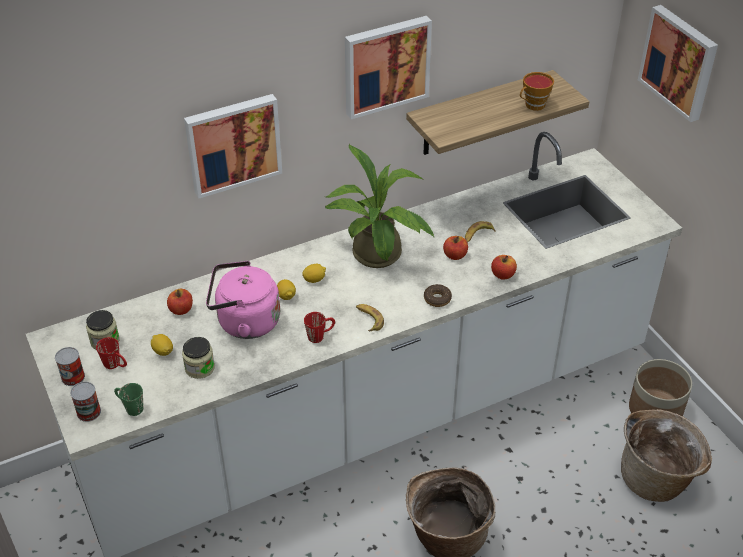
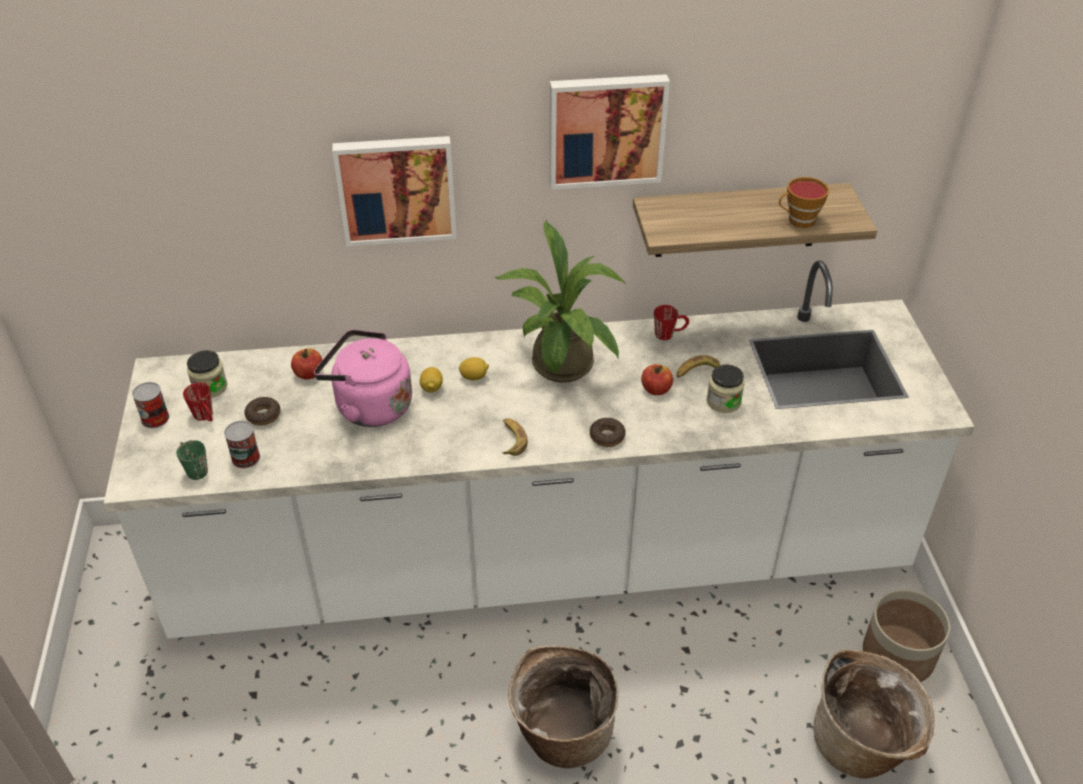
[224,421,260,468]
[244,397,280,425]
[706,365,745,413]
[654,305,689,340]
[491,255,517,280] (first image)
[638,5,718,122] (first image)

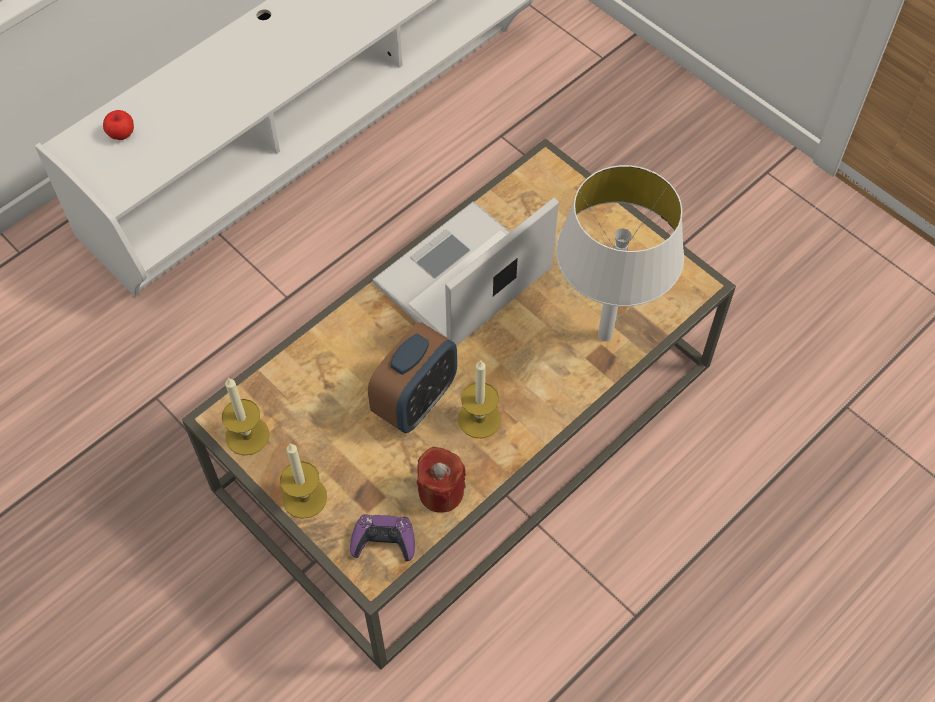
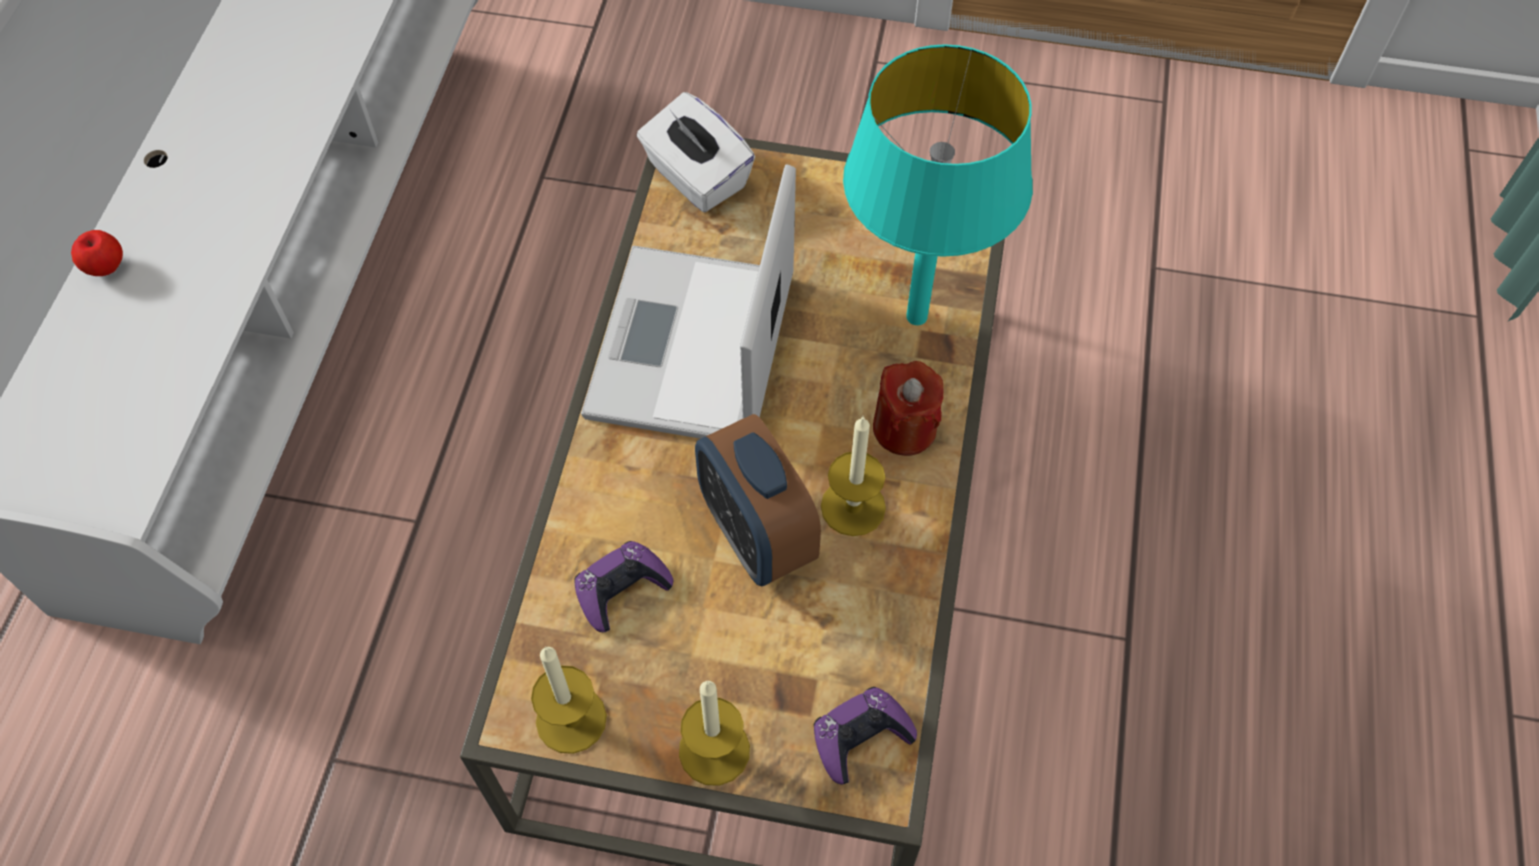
[71,230,123,276]
[695,414,821,586]
[873,361,944,456]
[843,44,1033,325]
[574,541,673,632]
[637,92,755,212]

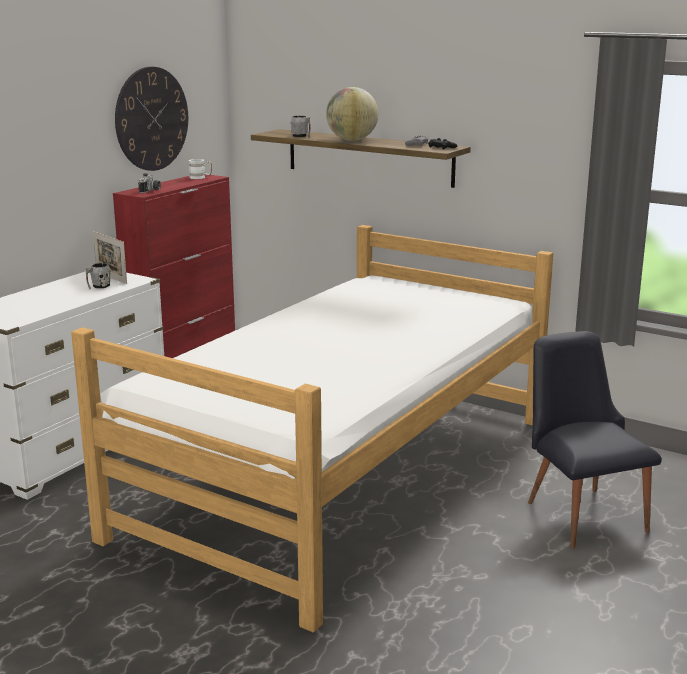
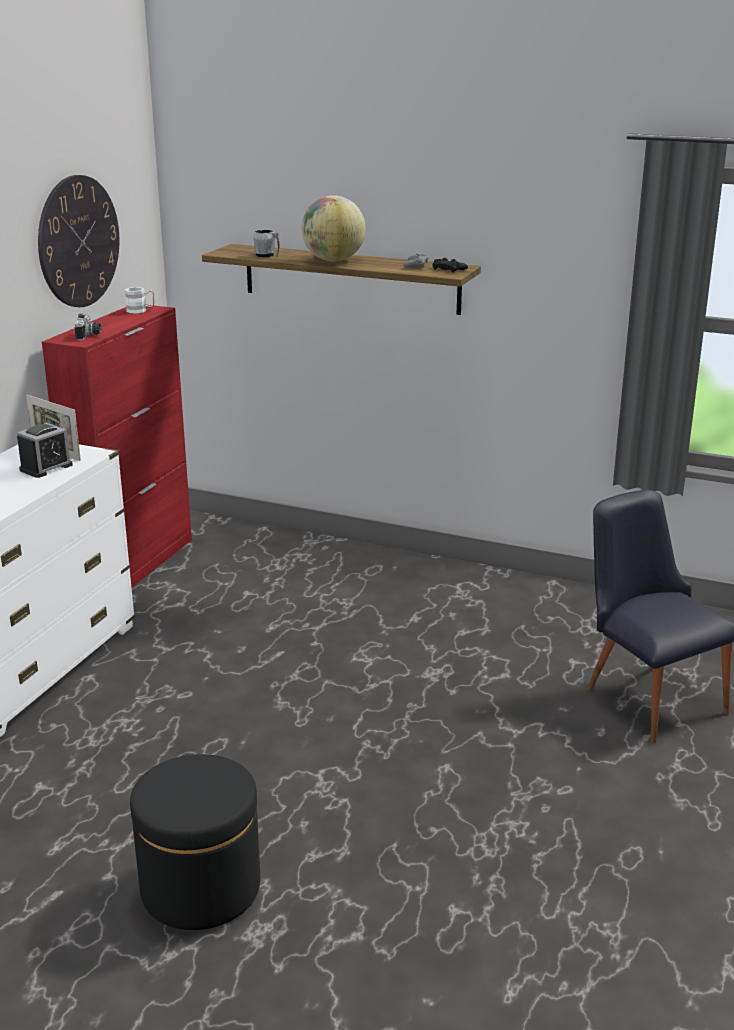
[71,225,553,633] (first image)
[17,423,73,478]
[130,754,260,930]

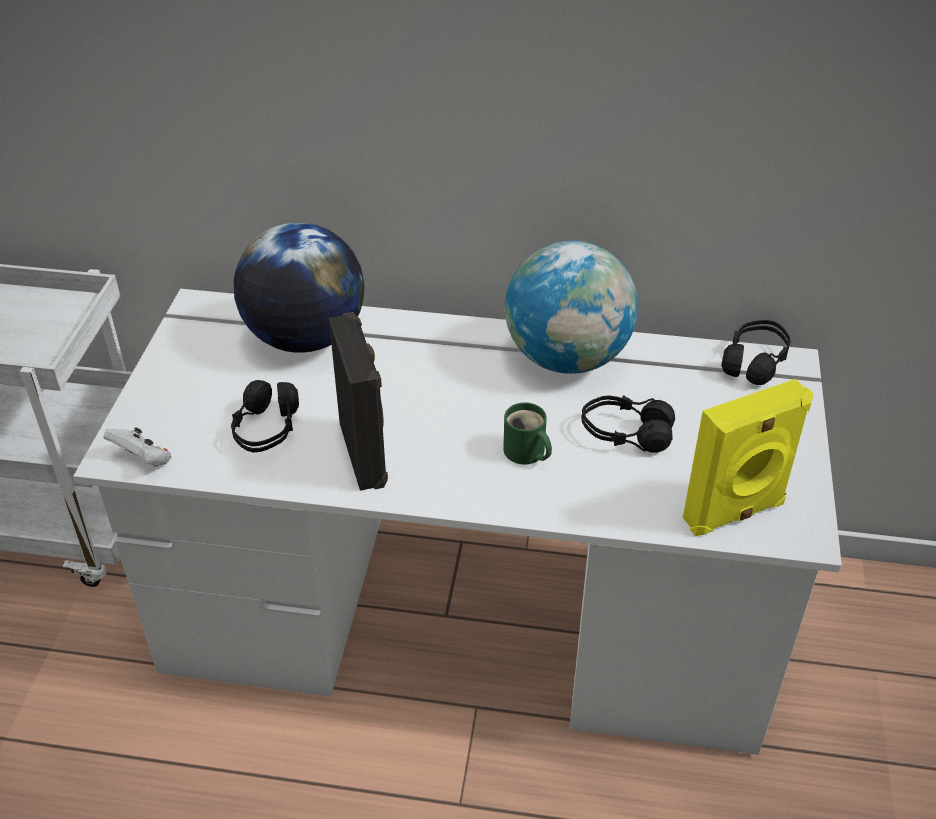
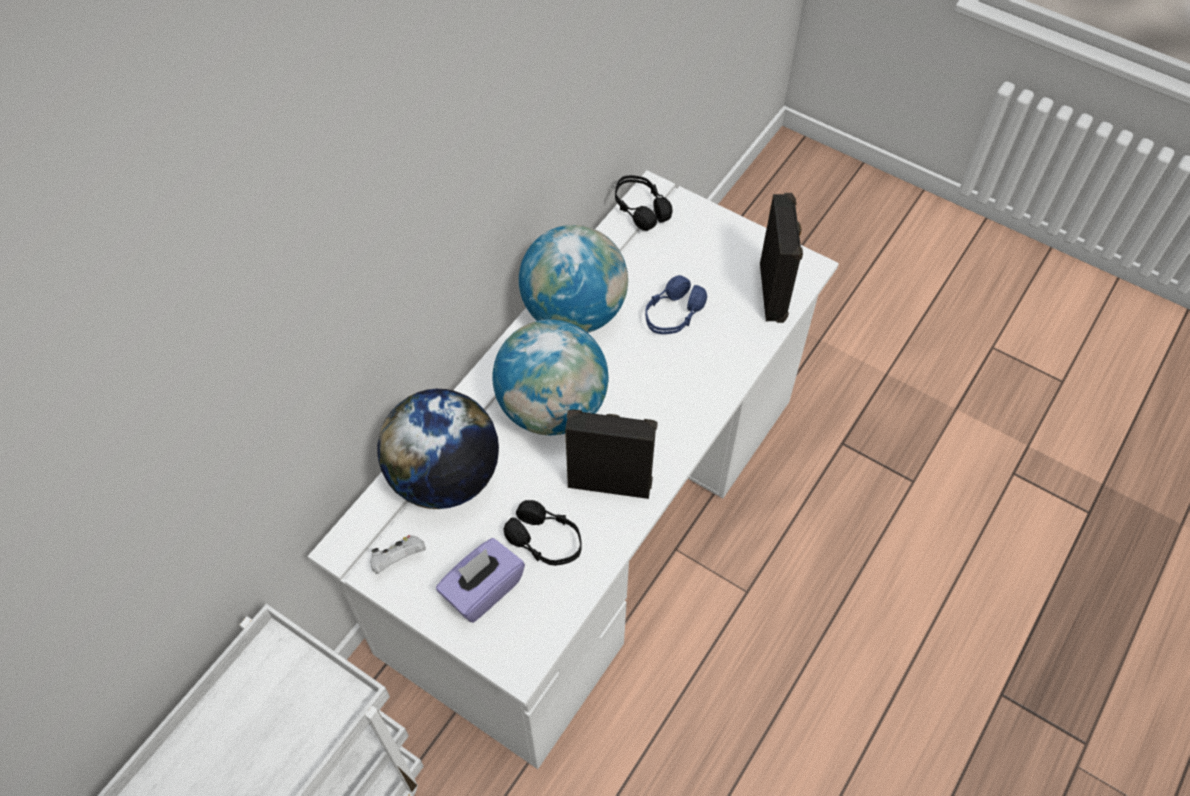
[370,535,426,574]
[503,402,552,464] (first image)
[645,275,707,334]
[760,193,803,323]
[436,538,525,623]
[493,319,609,435]

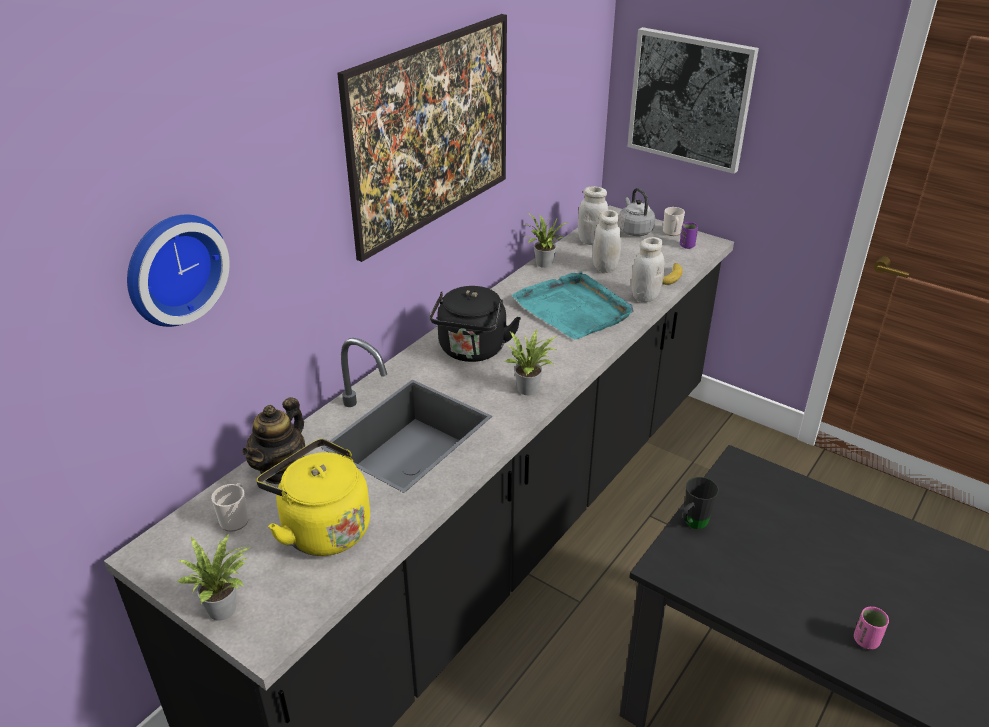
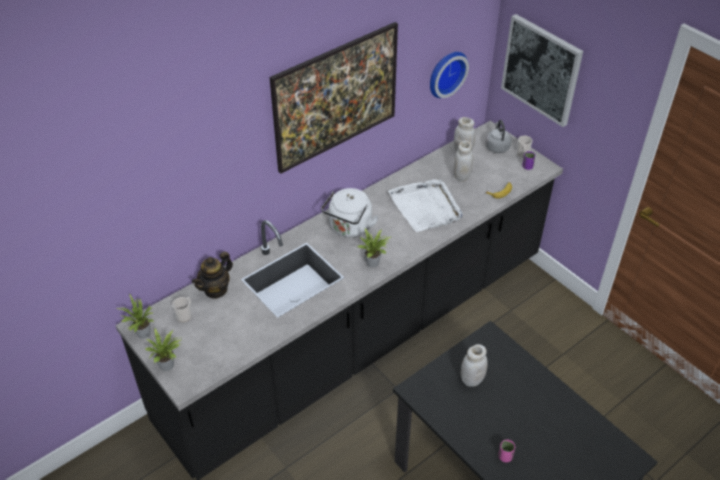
[430,52,469,98]
[256,439,370,556] (first image)
[321,188,379,237]
[388,179,462,232]
[116,294,154,339]
[461,344,488,387]
[683,477,719,529] (first image)

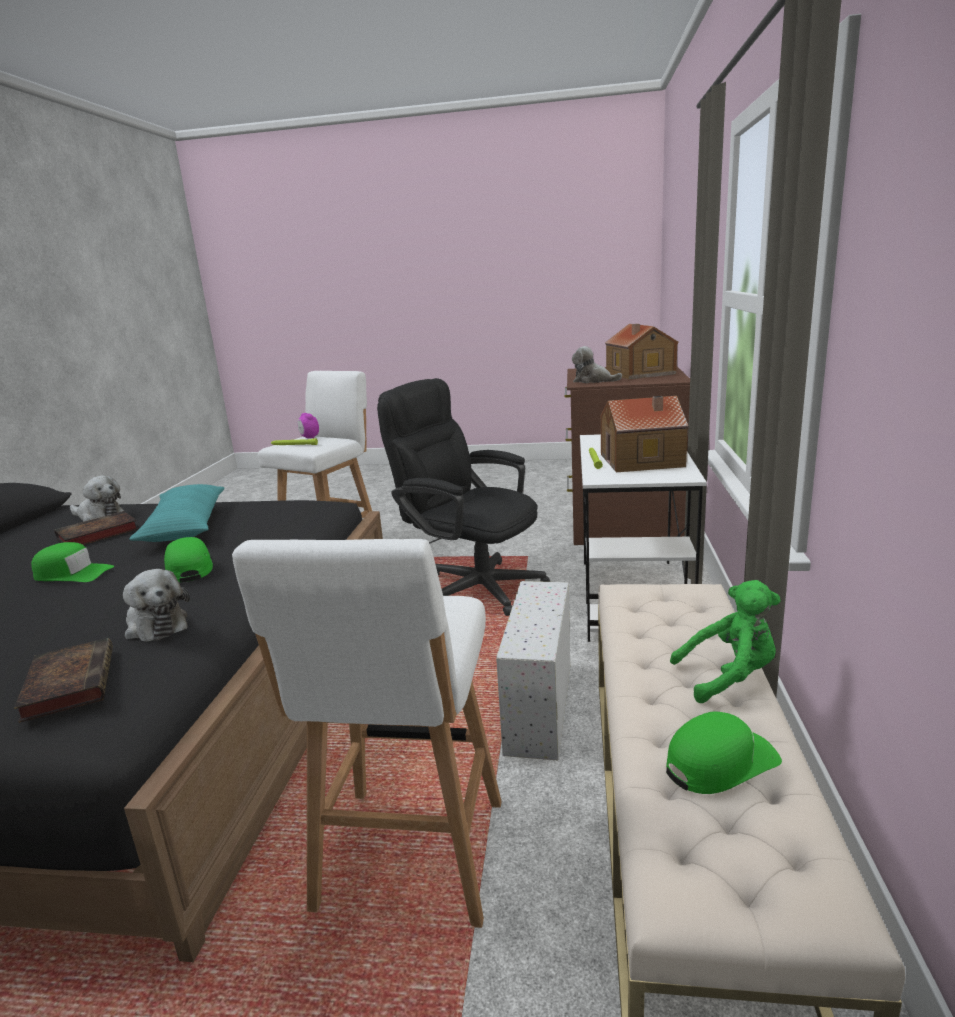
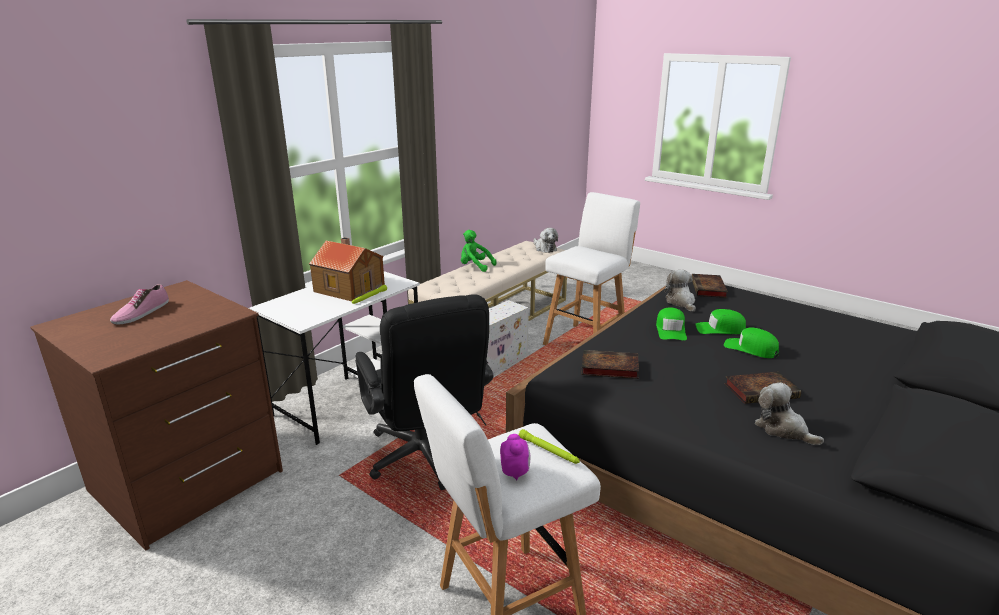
[130,484,225,542] (first image)
[534,228,558,253]
[110,284,169,325]
[695,309,746,334]
[581,350,639,379]

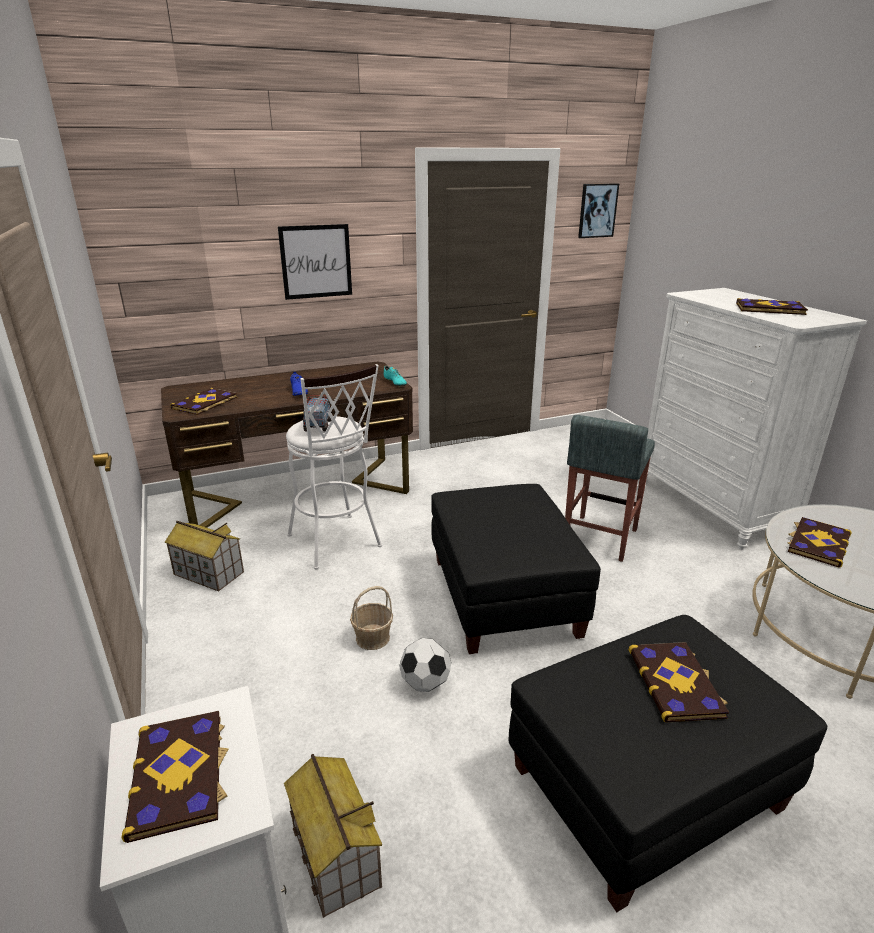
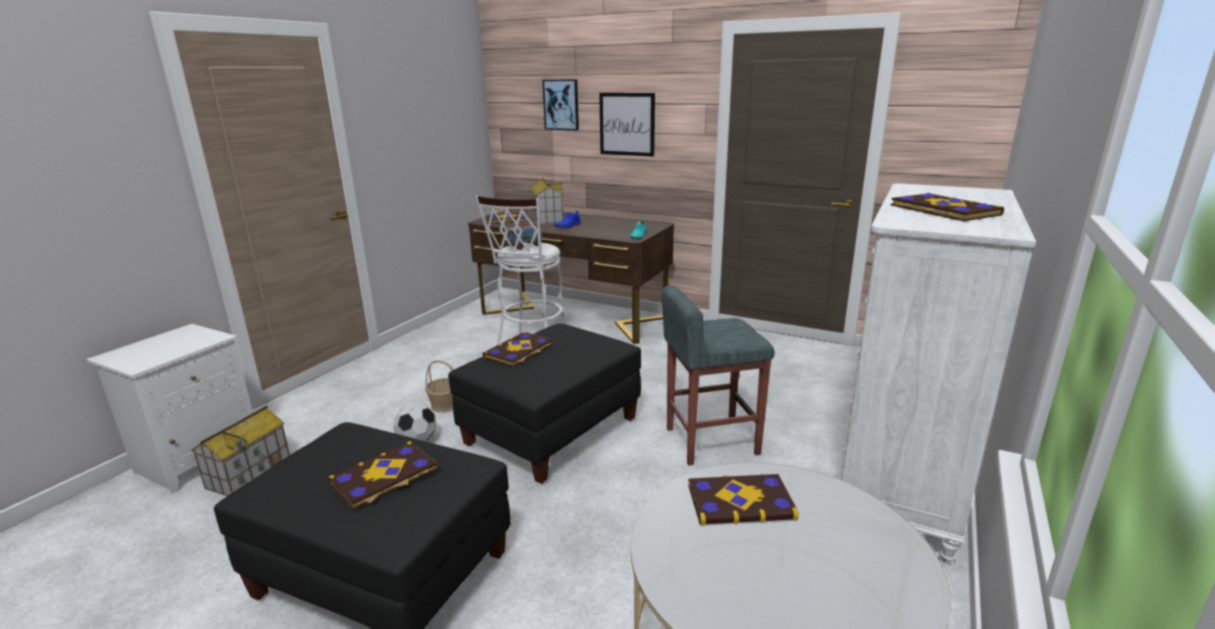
[482,332,553,367]
[530,178,563,224]
[542,79,579,130]

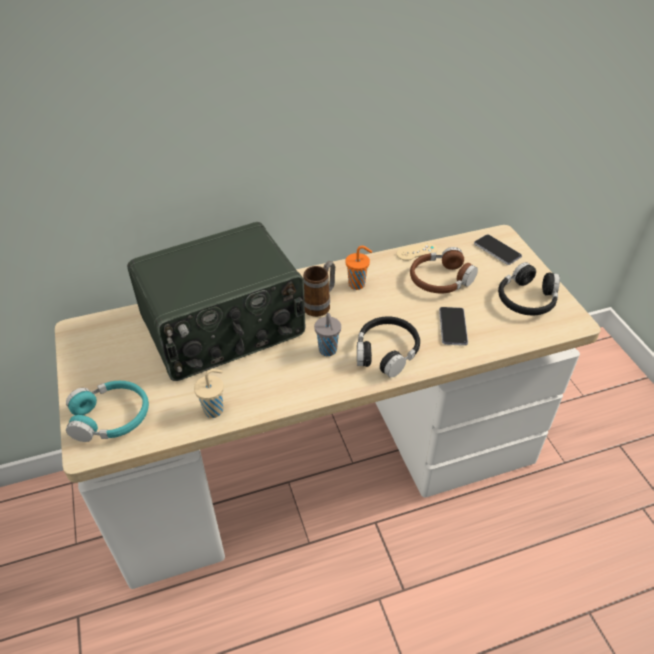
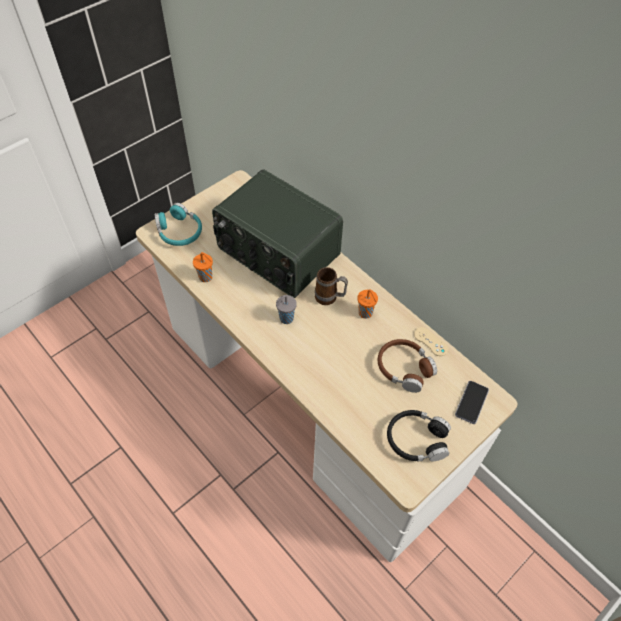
[193,252,213,282]
[357,316,420,378] (first image)
[439,307,468,346] (first image)

